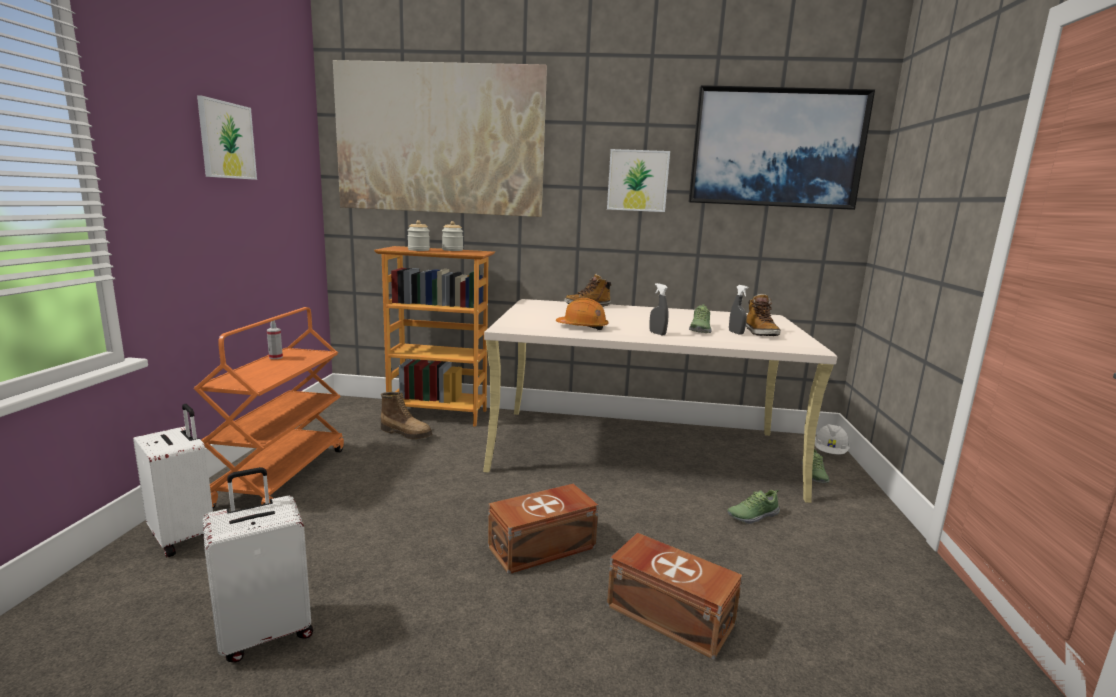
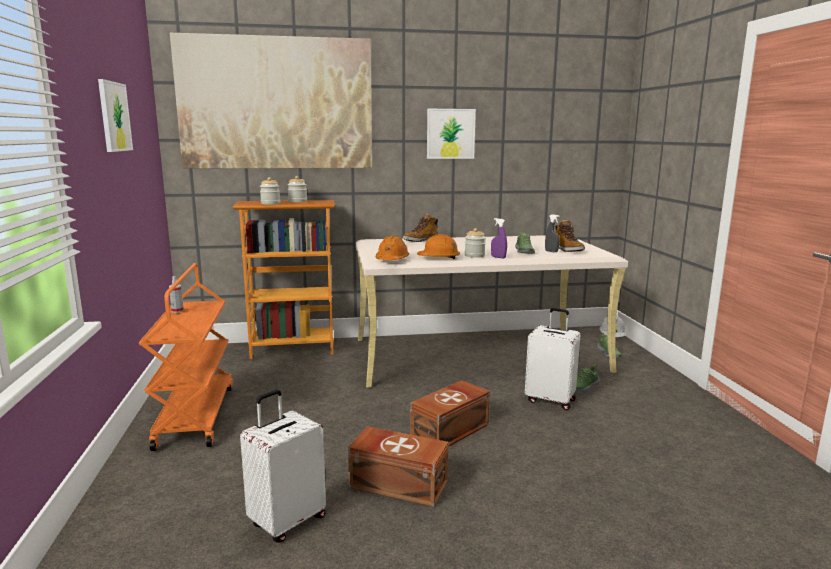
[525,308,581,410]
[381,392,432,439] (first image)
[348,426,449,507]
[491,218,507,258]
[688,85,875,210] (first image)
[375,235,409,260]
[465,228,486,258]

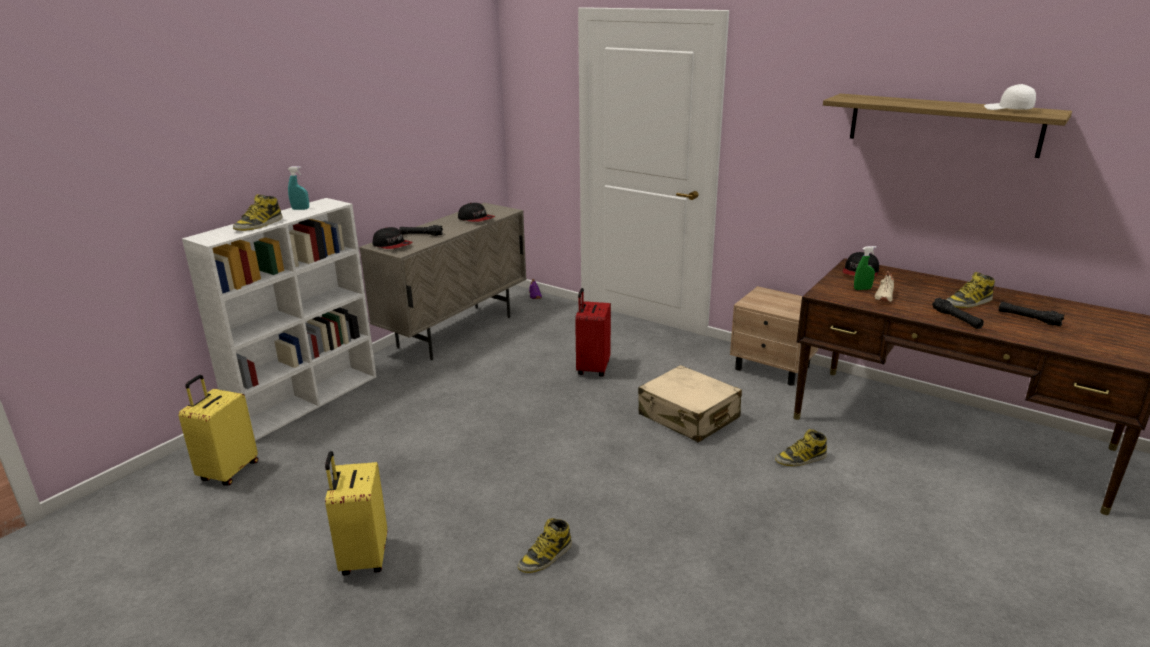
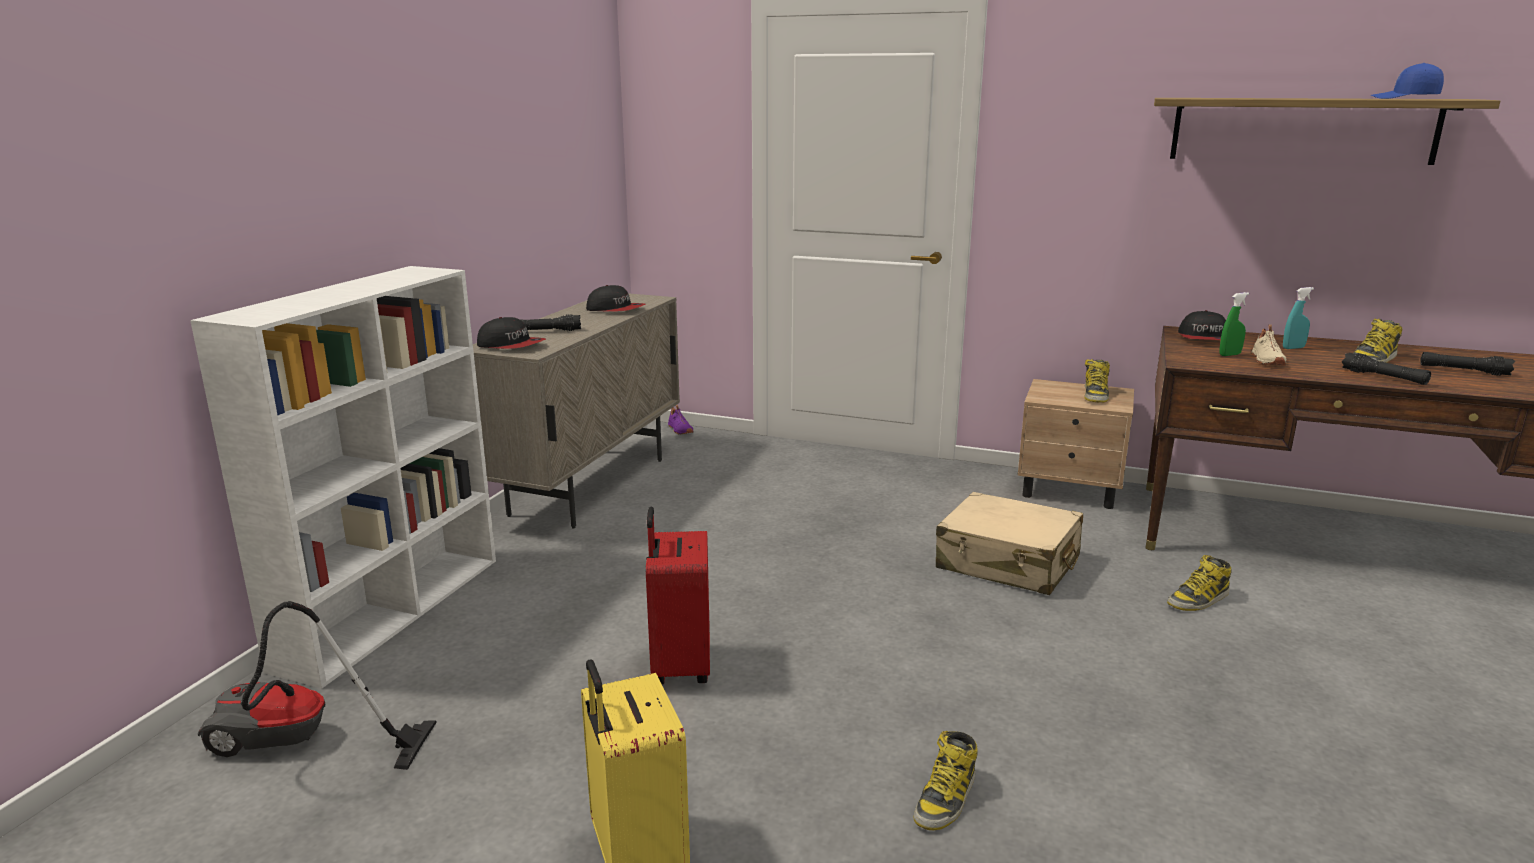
[198,601,437,770]
[1084,359,1110,403]
[1283,287,1314,349]
[646,506,710,684]
[1371,63,1444,99]

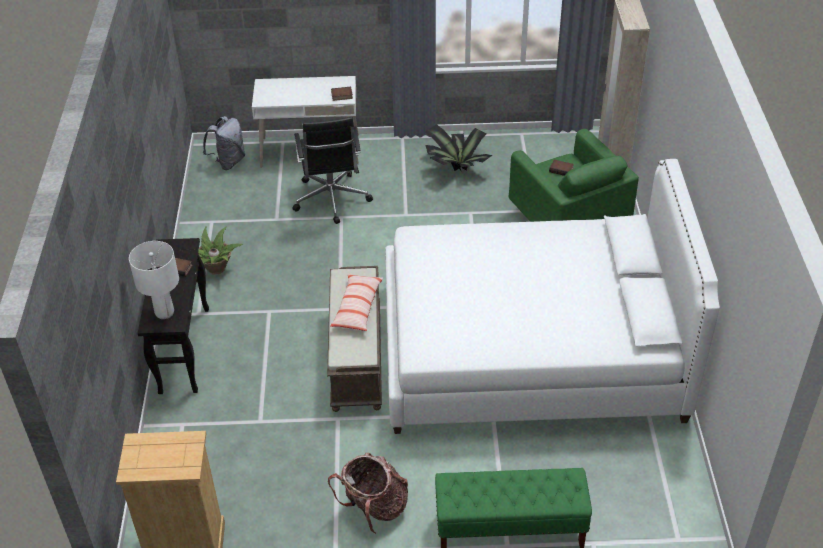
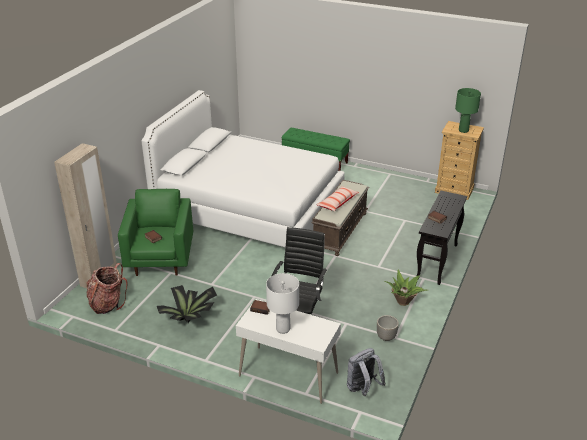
[266,273,299,334]
[87,263,128,314]
[377,315,399,341]
[455,88,481,133]

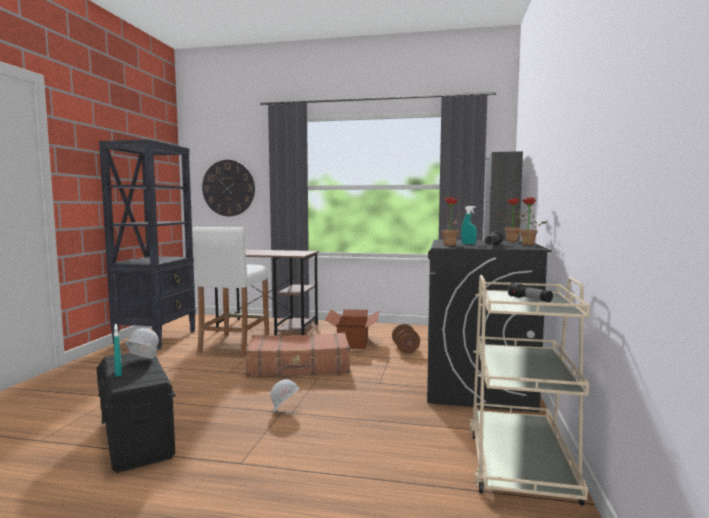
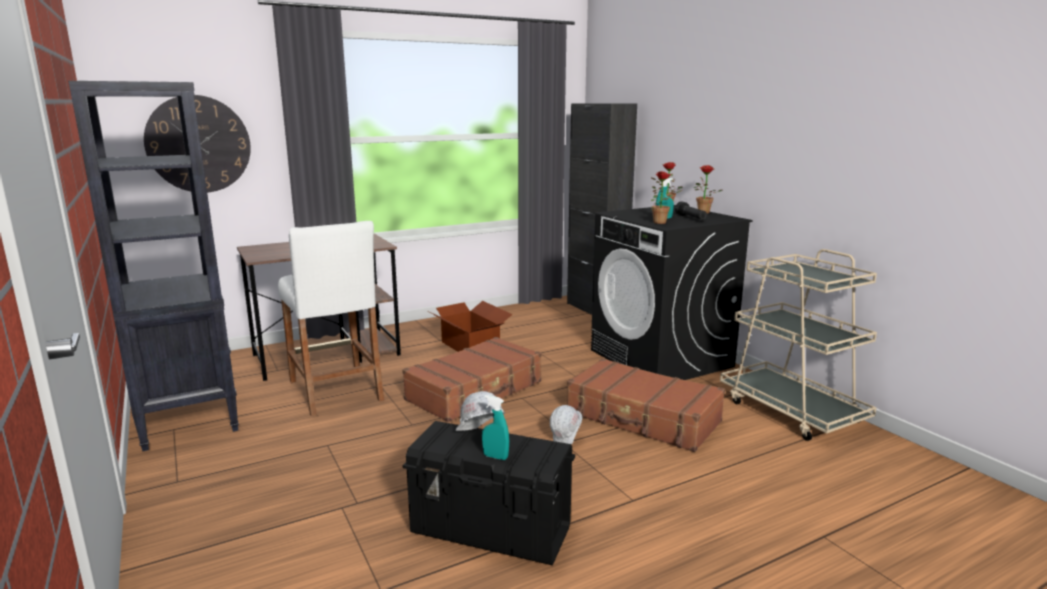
[392,324,420,353] (first image)
[508,283,553,302] (first image)
[567,358,725,452]

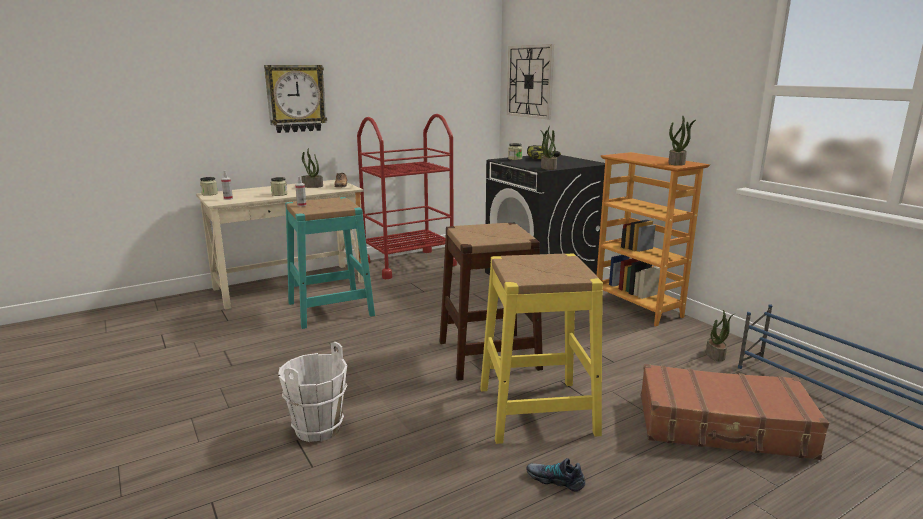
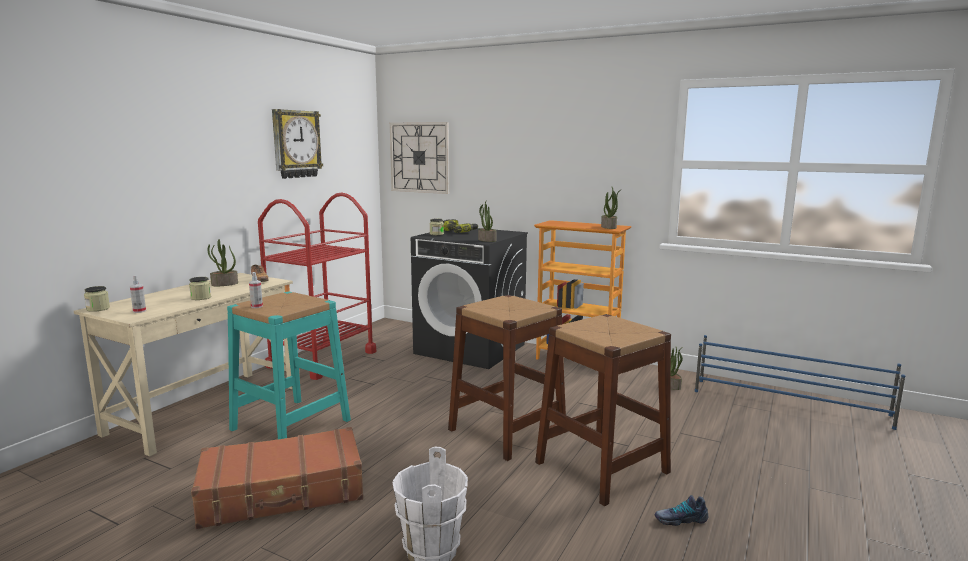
[272,109,323,179]
[535,314,671,506]
[191,427,363,529]

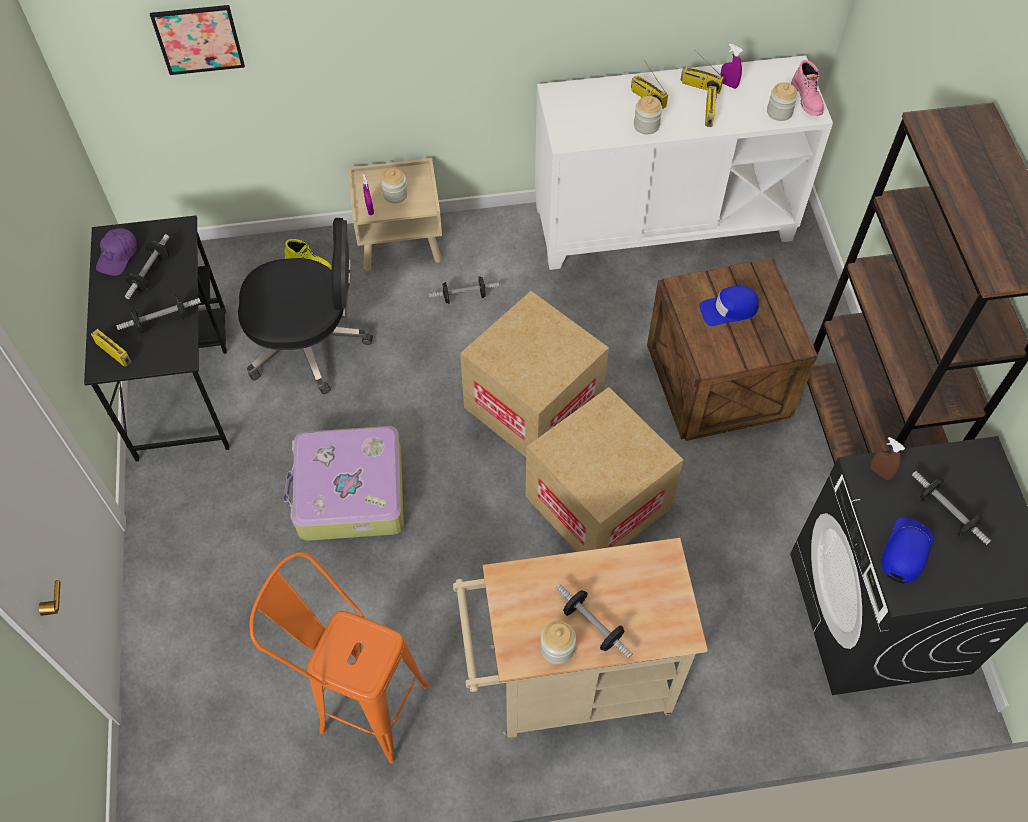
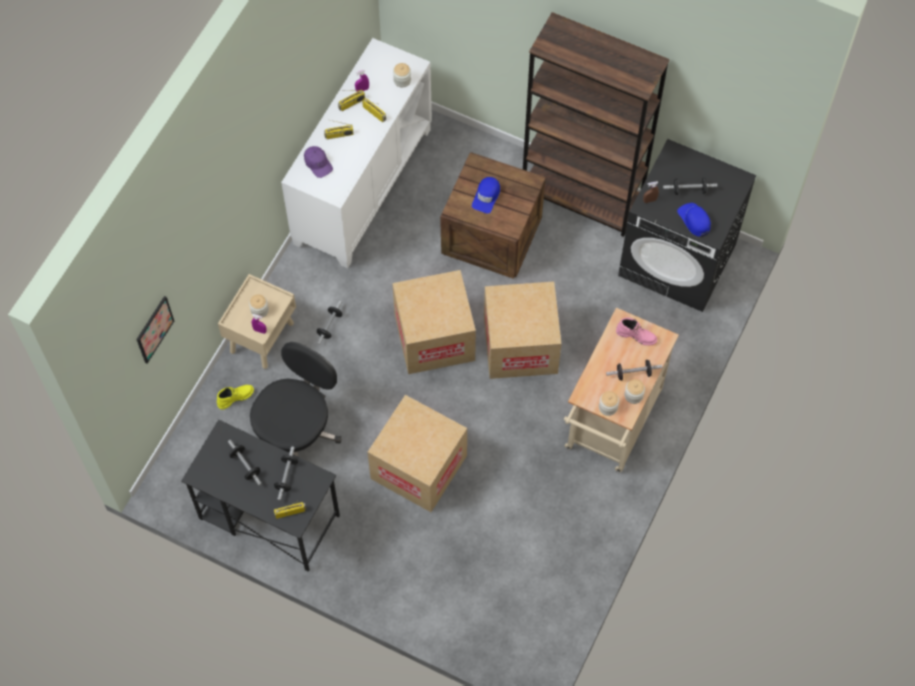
[304,146,333,178]
[249,552,429,763] (first image)
[367,395,467,512]
[599,391,619,416]
[616,318,657,346]

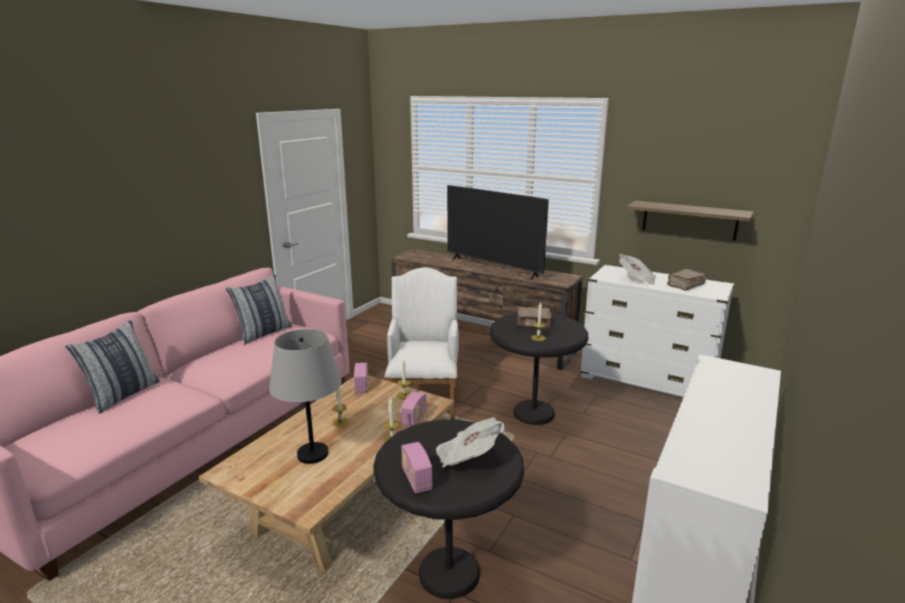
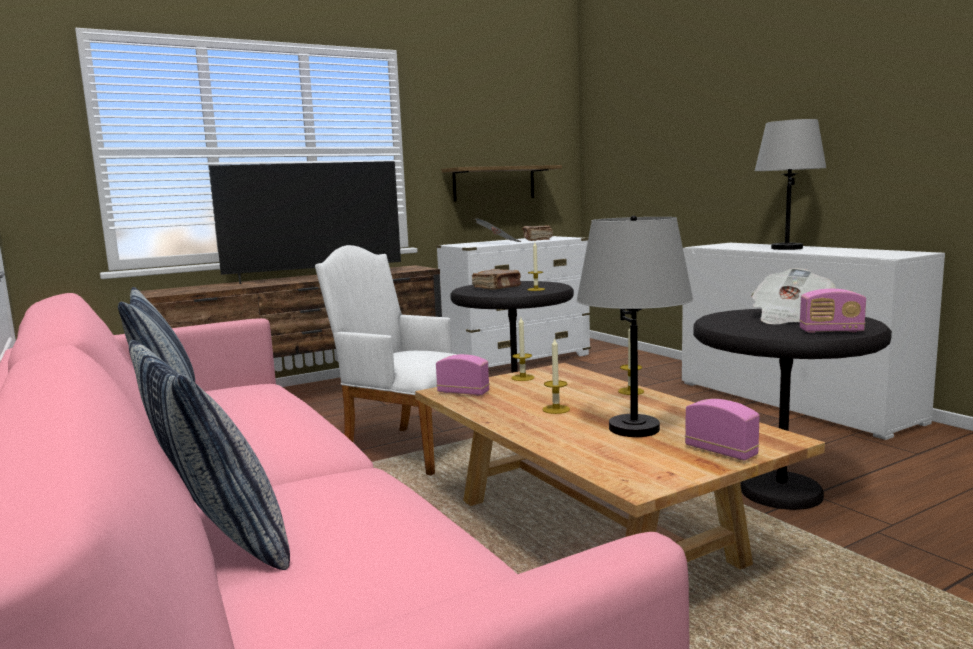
[685,399,760,461]
[755,119,827,250]

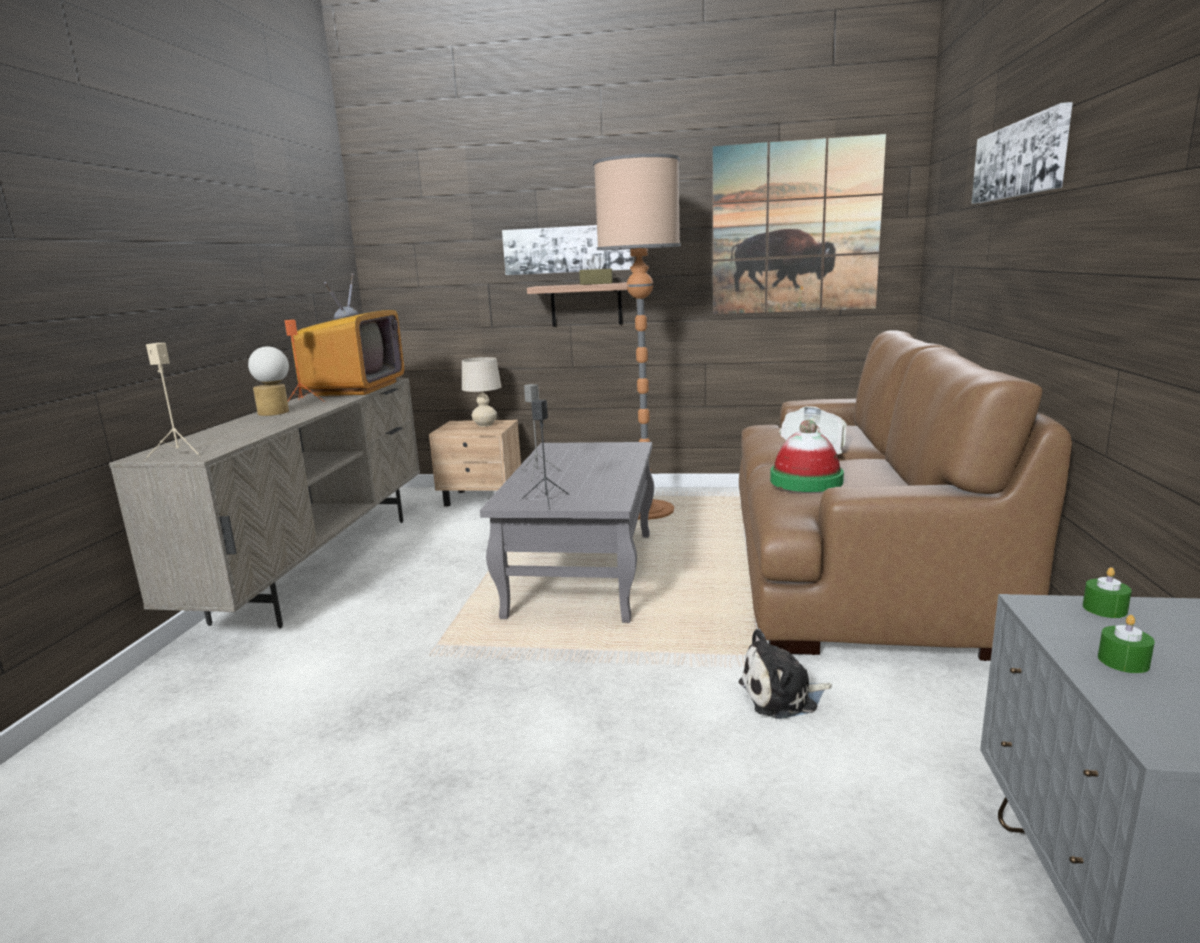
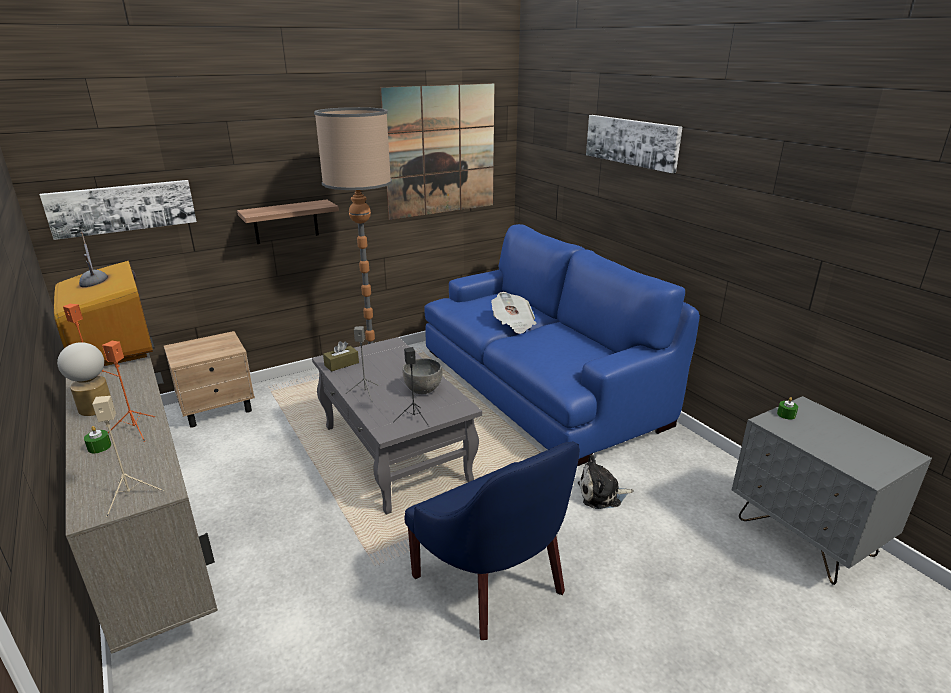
[462,357,501,427] (first image)
[40,180,197,240]
[323,341,359,372]
[578,454,634,509]
[424,224,700,466]
[770,420,844,492] (first image)
[84,426,111,453]
[102,341,155,442]
[403,358,443,394]
[405,441,580,640]

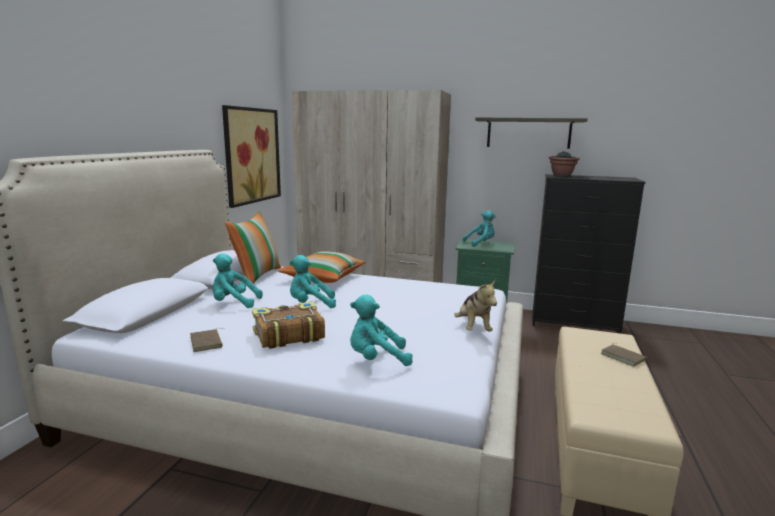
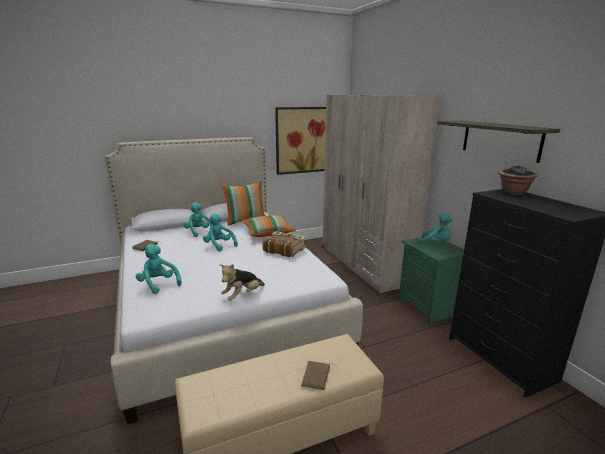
[262,231,306,257]

